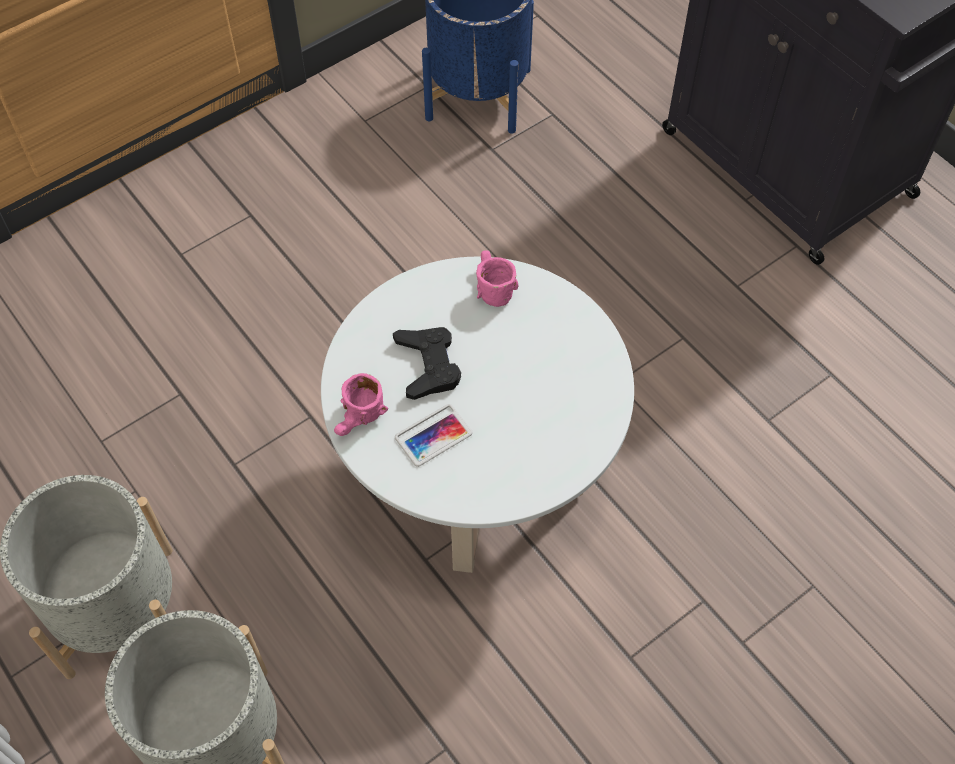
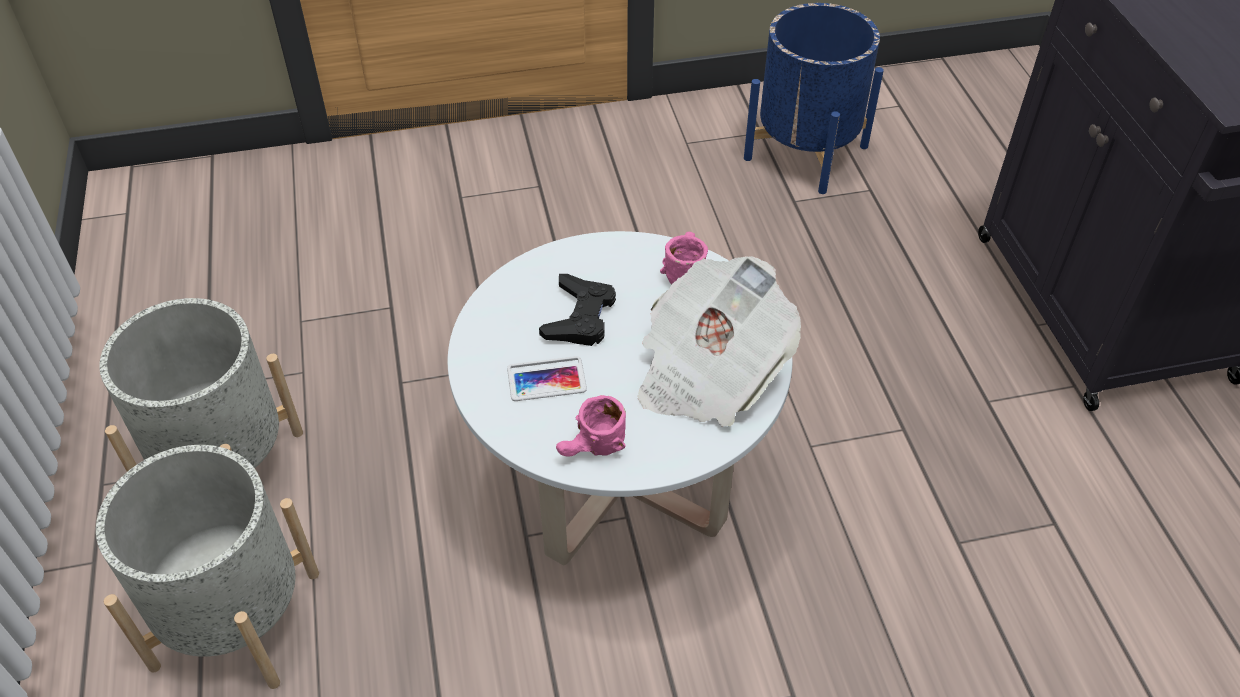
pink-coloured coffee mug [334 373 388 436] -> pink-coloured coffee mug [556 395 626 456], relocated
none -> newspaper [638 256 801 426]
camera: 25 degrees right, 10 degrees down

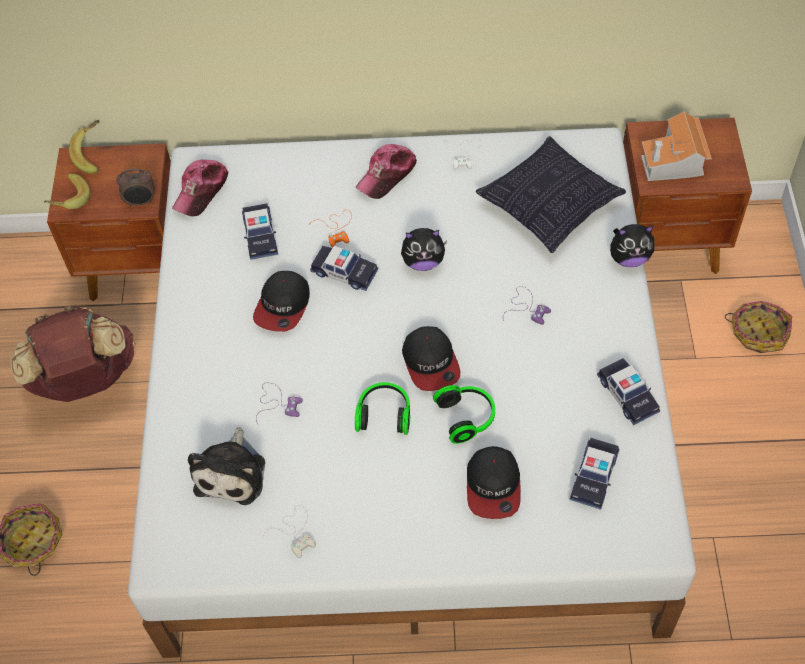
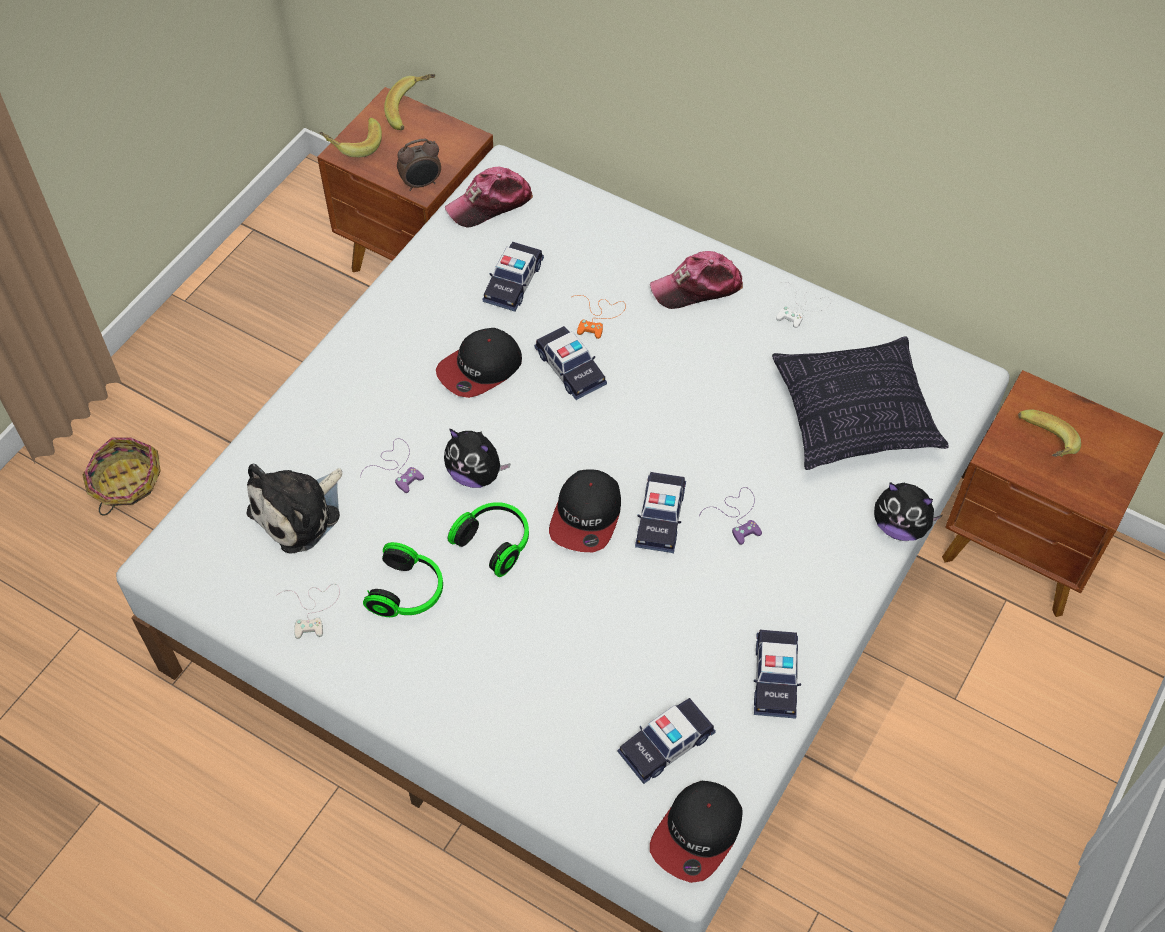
headphones [433 385 495 444] -> headphones [363 542 443 617], relocated
bedside clock [117 169 155 207] -> bedside clock [397 139 441 191], 45 degrees counterclockwise
soft toy [401 228 447 271] -> soft toy [444 428 511 488], relocated
none -> toy car [635 472 686 553]
cap [467 446 521 519] -> cap [650 781 742 883], relocated
model house [641 111 712 181] -> banana [1018 409 1081 457]
brown knapsack [10 305 136 402] -> none
basket [725 301 792 353] -> none
camera: 30 degrees right, 0 degrees up

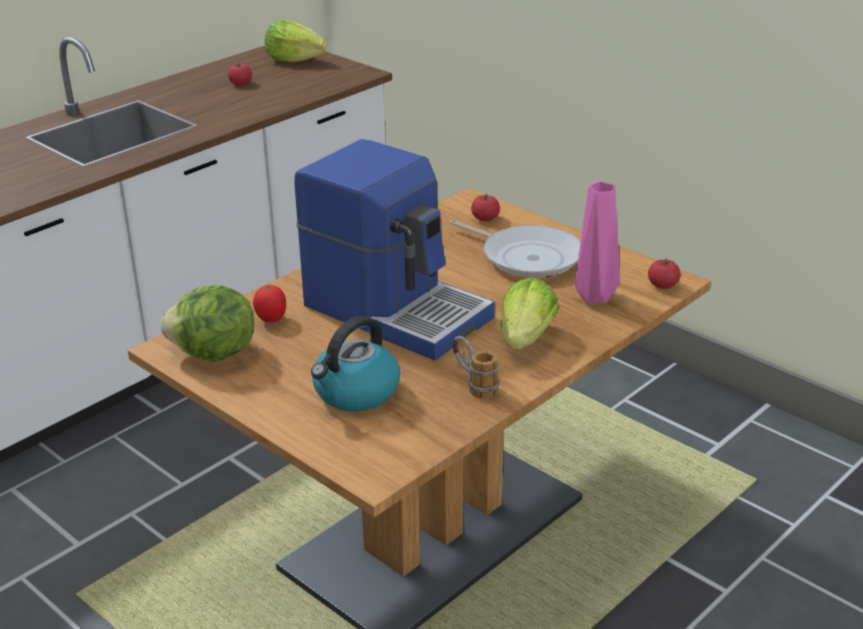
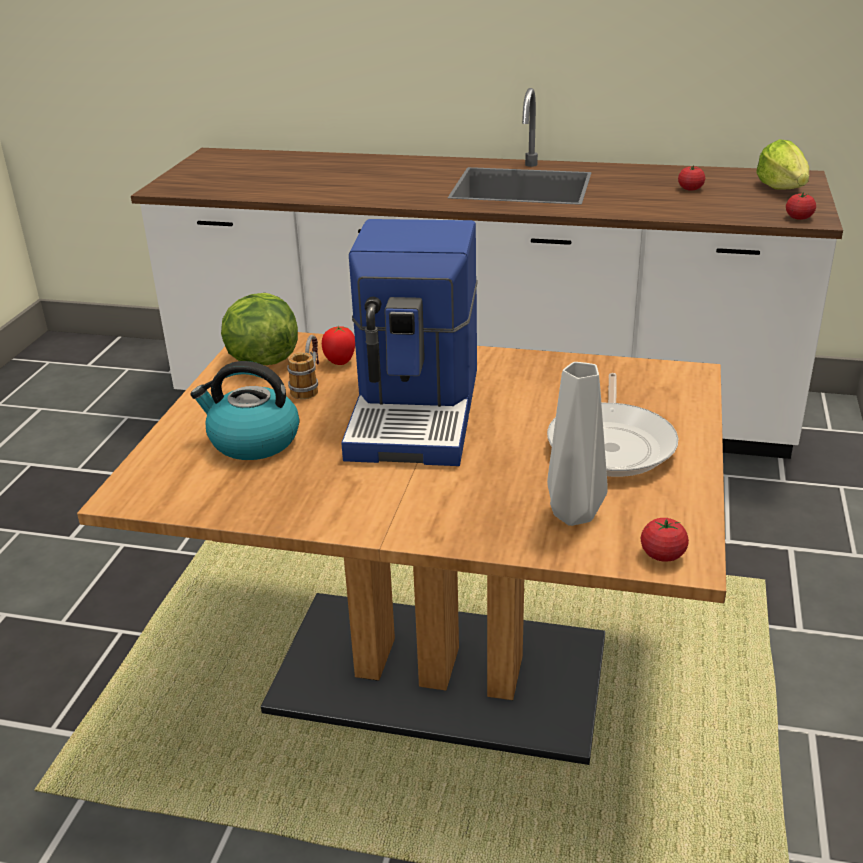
coffee mug [452 336 499 399] -> coffee mug [287 335 319 399], relocated
pink-coloured flower vase [575 181 620 304] -> grey flower vase [547 362 608 526]
fresh tomato [471 194 500 221] -> fresh tomato [786 193 816 220], relocated
lettuce head [500 277 559 350] -> none
camera: 60 degrees right, 0 degrees up

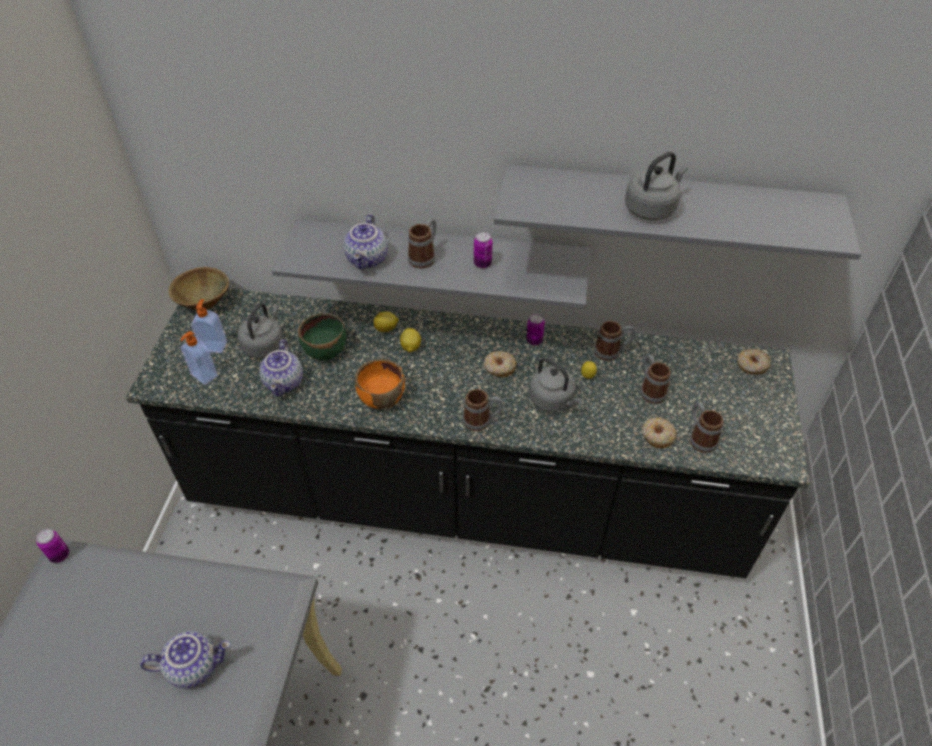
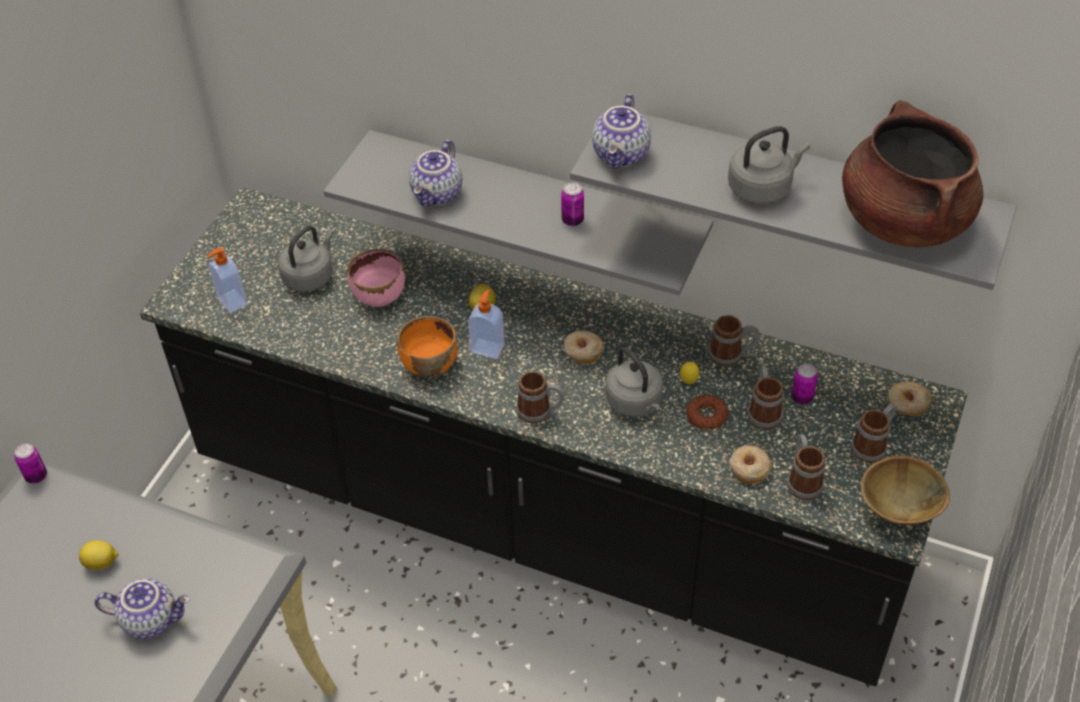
lemon [374 312 399 332] -> lemon [79 540 118 570], relocated
greenish deep dish [298 313 346 360] -> pink-coloured deep dish [347 249 406 307]
liquid soap bottle [191 299 227 353] -> liquid soap bottle [468 290 505 359], relocated
tea pot [259 339 303 396] -> tea pot [592 94 651 168], relocated
none -> donut [686 395 728 430]
metal can [526 314 545 345] -> metal can [791 364 818 405], relocated
none -> brown cooking pot [842 100 983 248]
coffee mug [408 219 437 269] -> coffee mug [851 404 896 463], relocated
brown deep dish [168 267 229 310] -> brown deep dish [861 456 950 525], relocated
camera: 15 degrees right, 0 degrees up

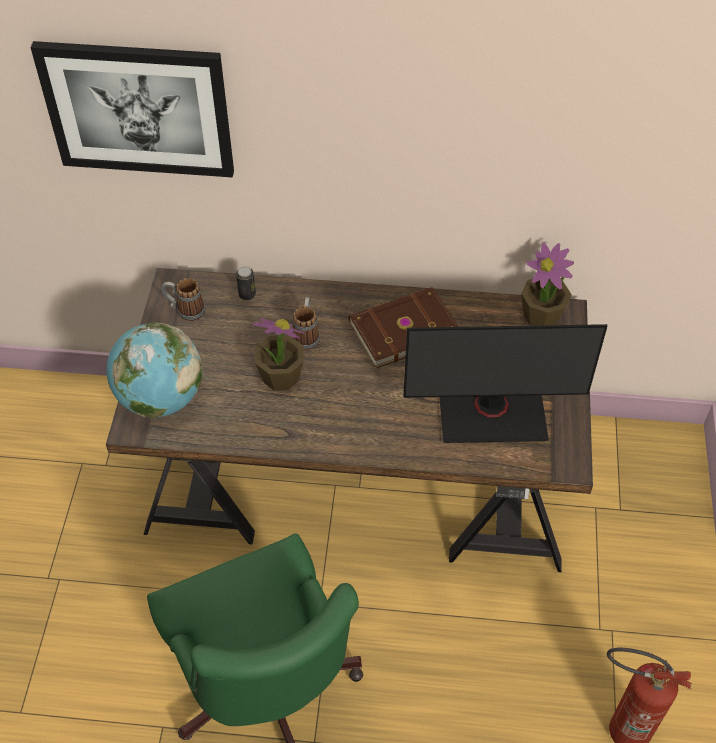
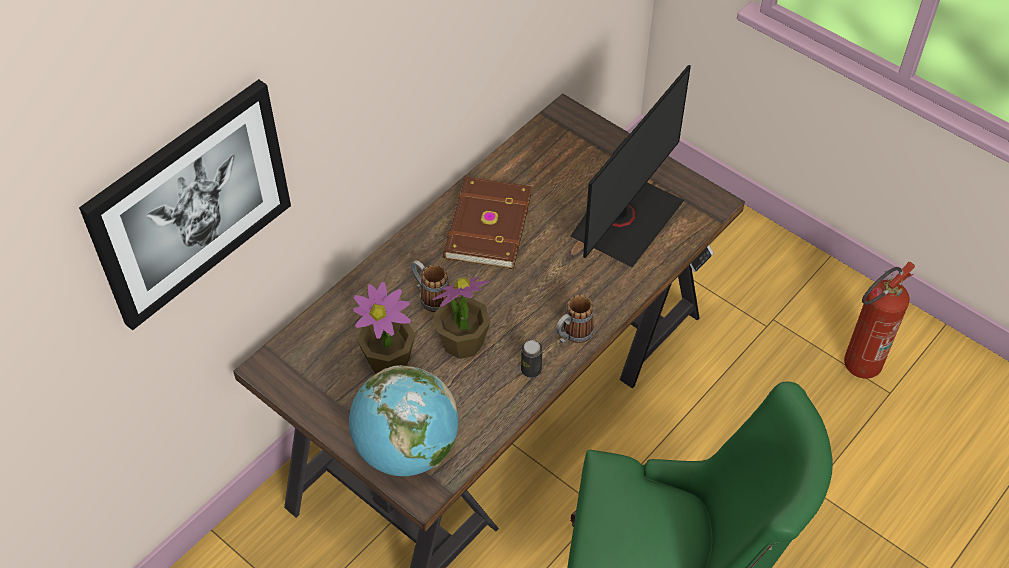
houseplant [521 243 574 326] -> houseplant [353 282 415 374], relocated
metal can [236 266 256 300] -> metal can [521 340 542 378], relocated
coffee mug [162 278 205 321] -> coffee mug [556 295 594 344], relocated
camera: 55 degrees left, 0 degrees up

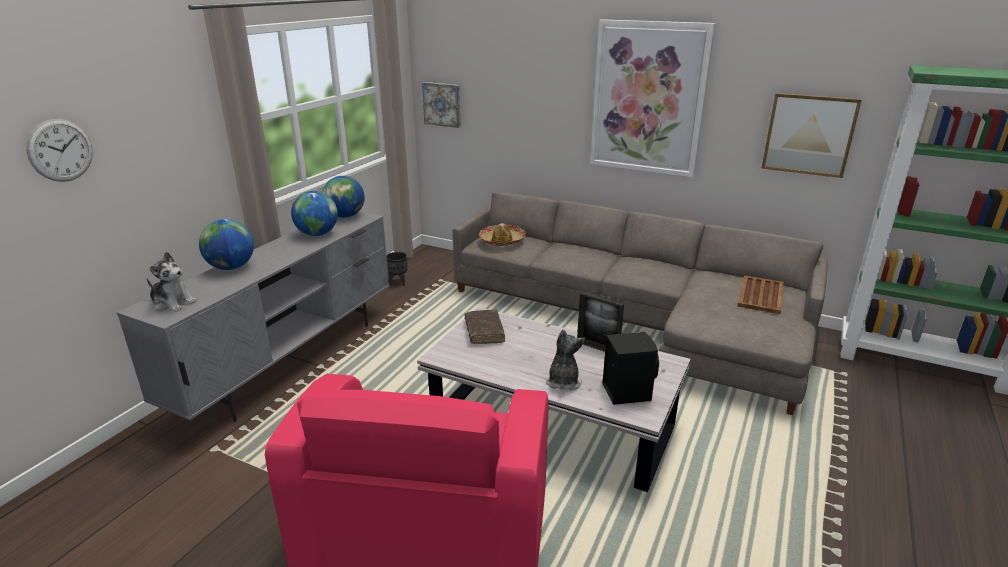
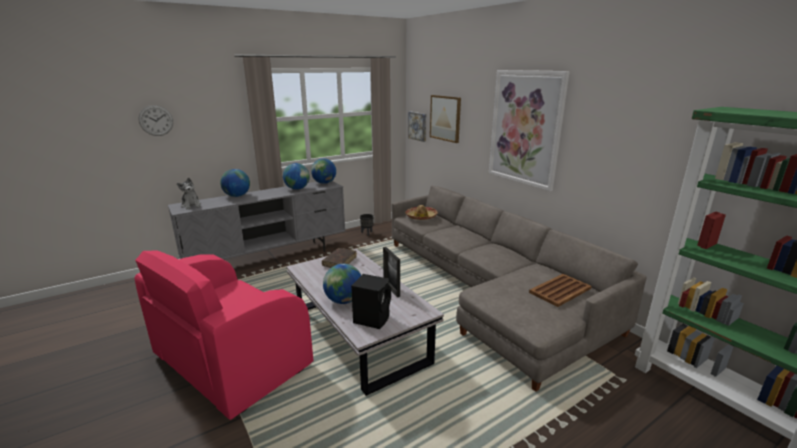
soft toy [546 329 585 390] -> globe [323 264 361 304]
wall art [761 93 862 178] -> wall art [430 95 461 143], relocated
camera: 30 degrees right, 5 degrees down

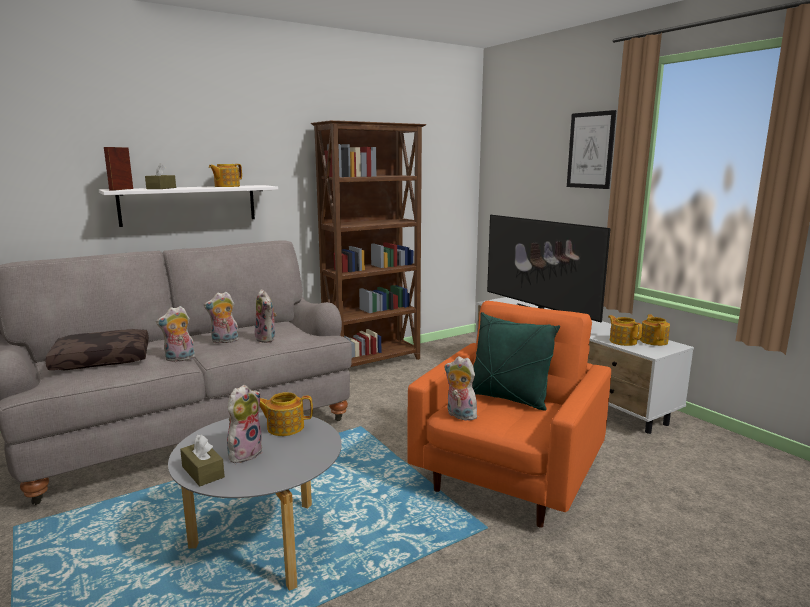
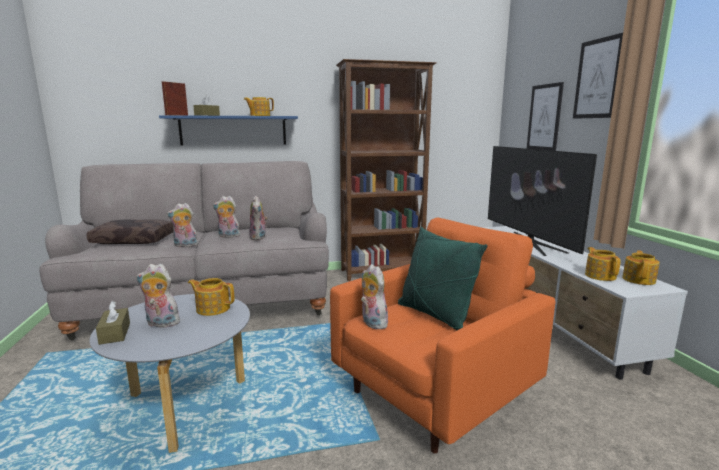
soft toy [227 385 263 463] -> soft toy [136 264 180 327], 135 degrees counterclockwise
whitish shelf [99 185 278 227] -> blue shelf [159 115 298 145]
none -> wall art [527 82 564 151]
camera: 20 degrees right, 0 degrees up

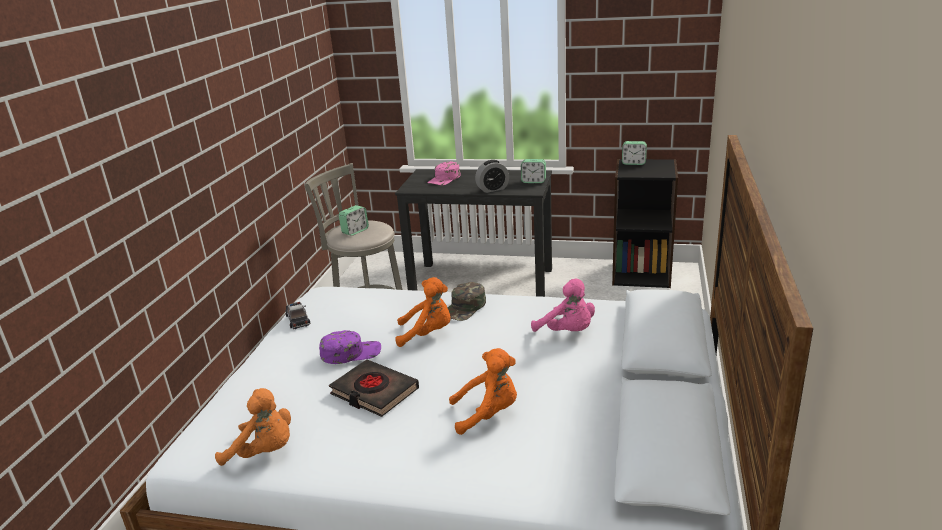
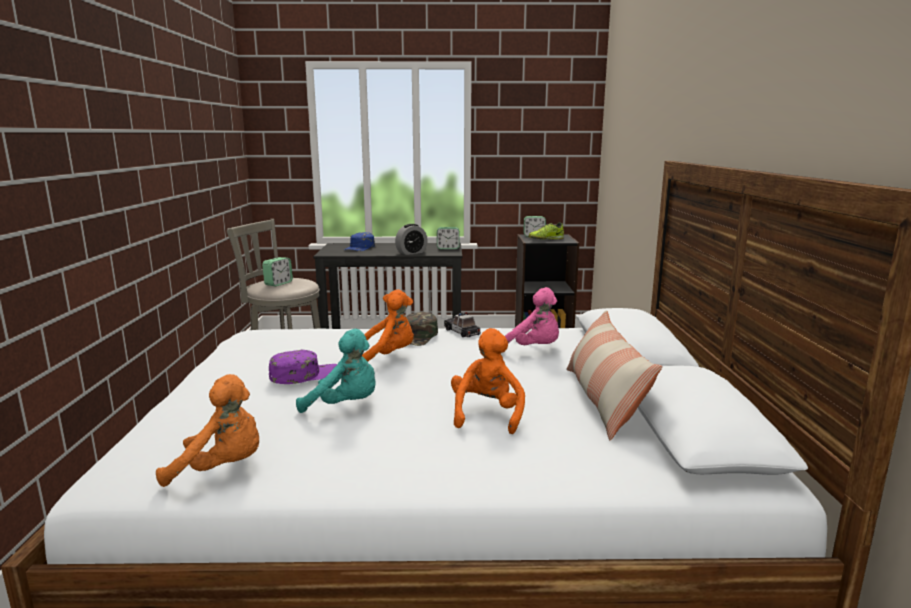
black-coloured volume [329 359 419 417] -> blue-green soft toy [296 329 375 413]
pink-coloured cap [427 161 460 185] -> blue cap [344 232 375 251]
toy car [285 302 310 329] -> toy car [444 312 481 337], relocated
orangey soft toy [449 348 517 435] -> orangey soft toy [451 328 525 434], 60 degrees counterclockwise
none -> item of footwear [528 222 564 240]
none -> throw pillow [566 310 662 440]
camera: 15 degrees left, 10 degrees down

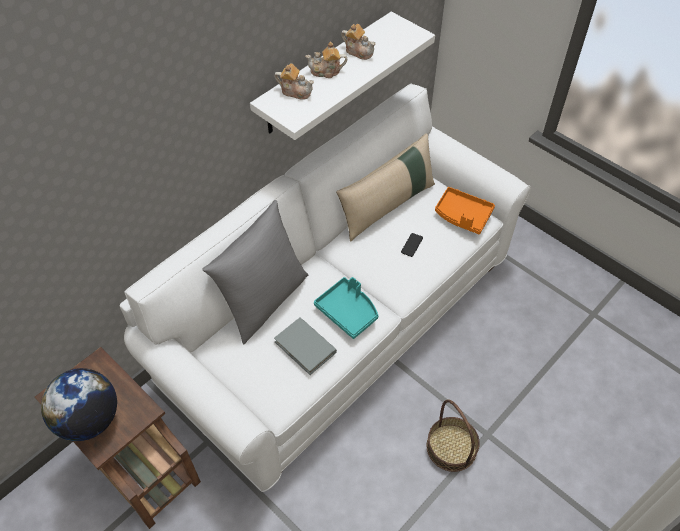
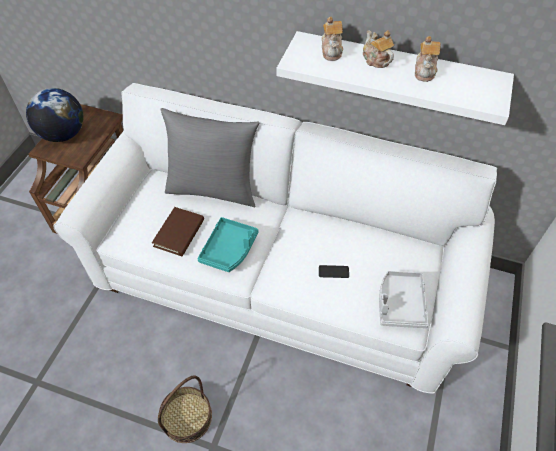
grey volume [274 318 337 375] -> brown volume [152 207 204 256]
orangey tray [435 187 495 234] -> grey tray [379 271 429 328]
sand-coloured throw pillow [336 133 435 241] -> none
camera: 65 degrees right, 0 degrees up

